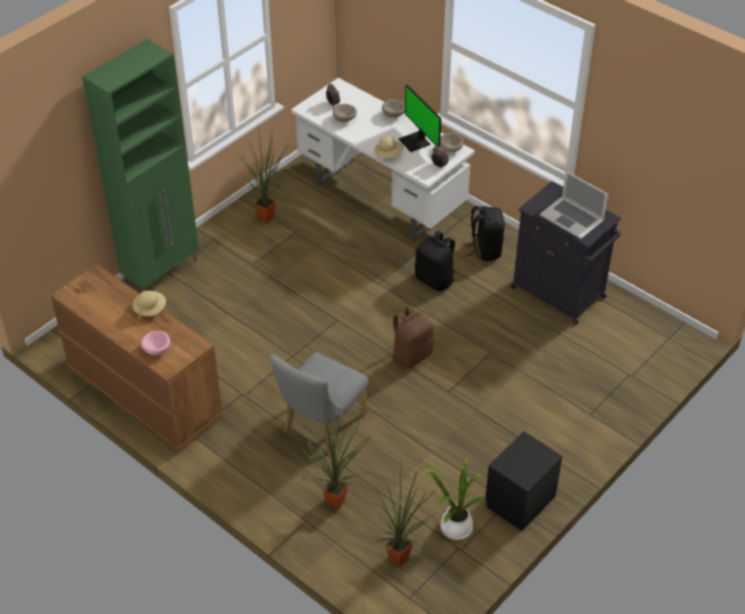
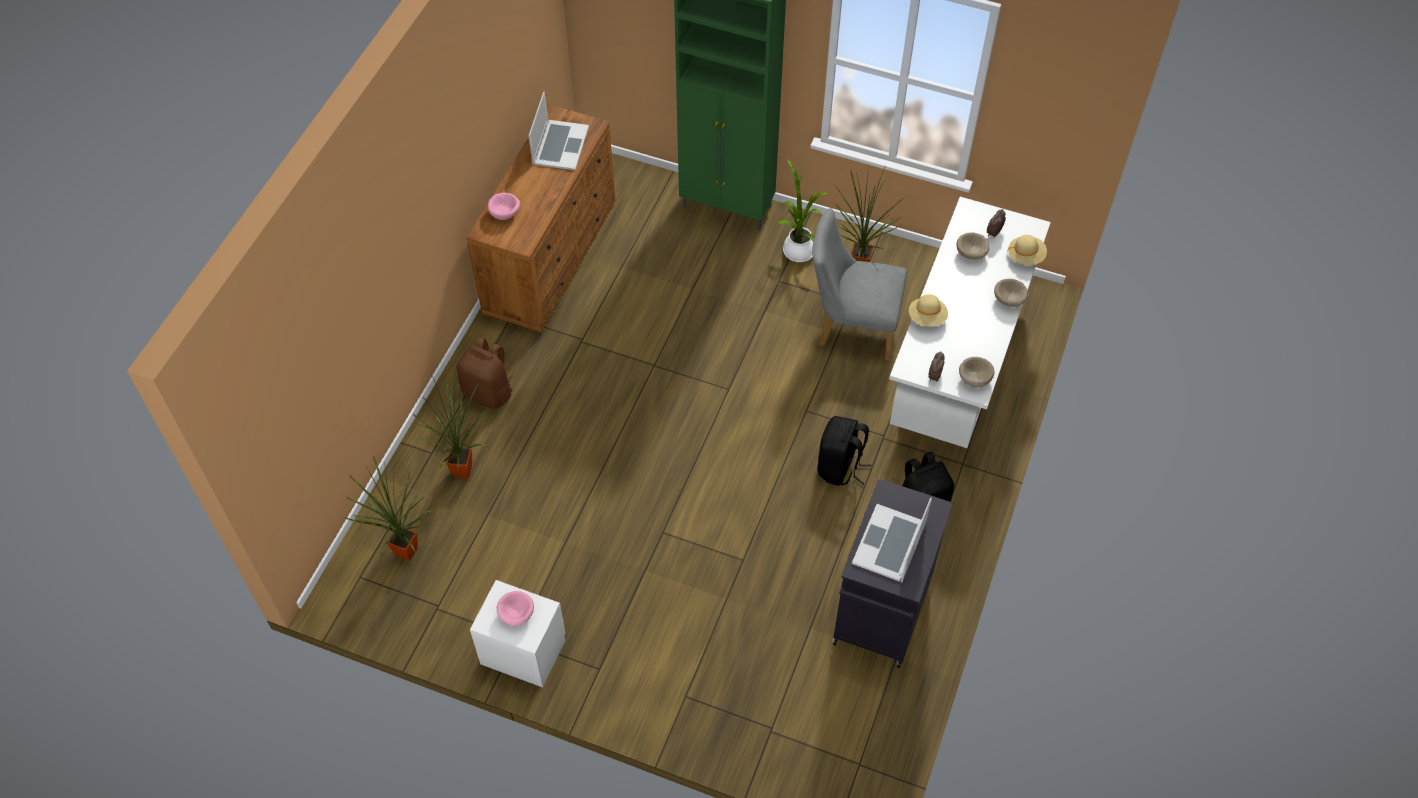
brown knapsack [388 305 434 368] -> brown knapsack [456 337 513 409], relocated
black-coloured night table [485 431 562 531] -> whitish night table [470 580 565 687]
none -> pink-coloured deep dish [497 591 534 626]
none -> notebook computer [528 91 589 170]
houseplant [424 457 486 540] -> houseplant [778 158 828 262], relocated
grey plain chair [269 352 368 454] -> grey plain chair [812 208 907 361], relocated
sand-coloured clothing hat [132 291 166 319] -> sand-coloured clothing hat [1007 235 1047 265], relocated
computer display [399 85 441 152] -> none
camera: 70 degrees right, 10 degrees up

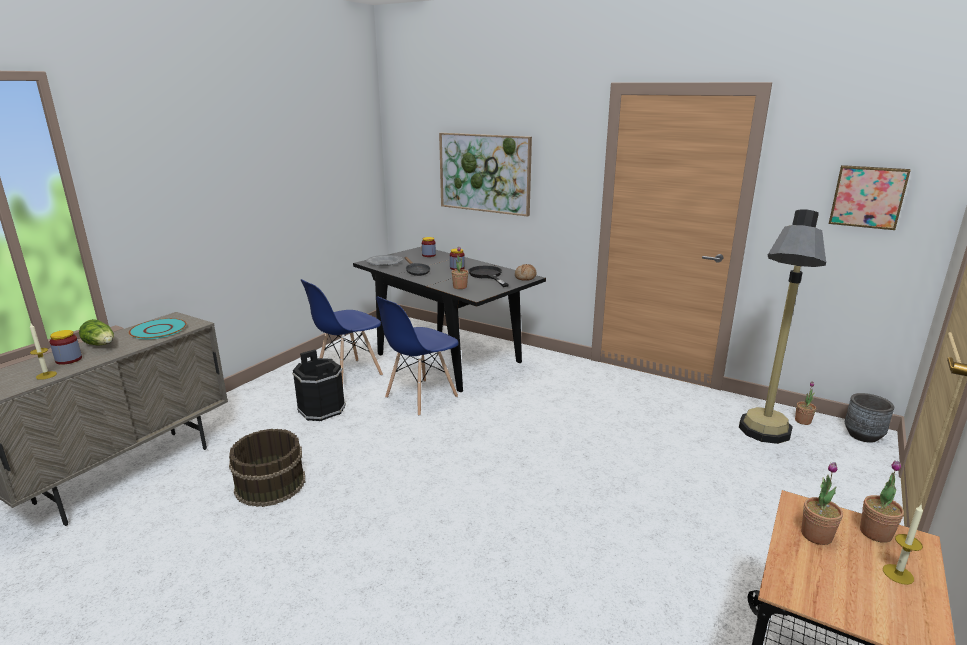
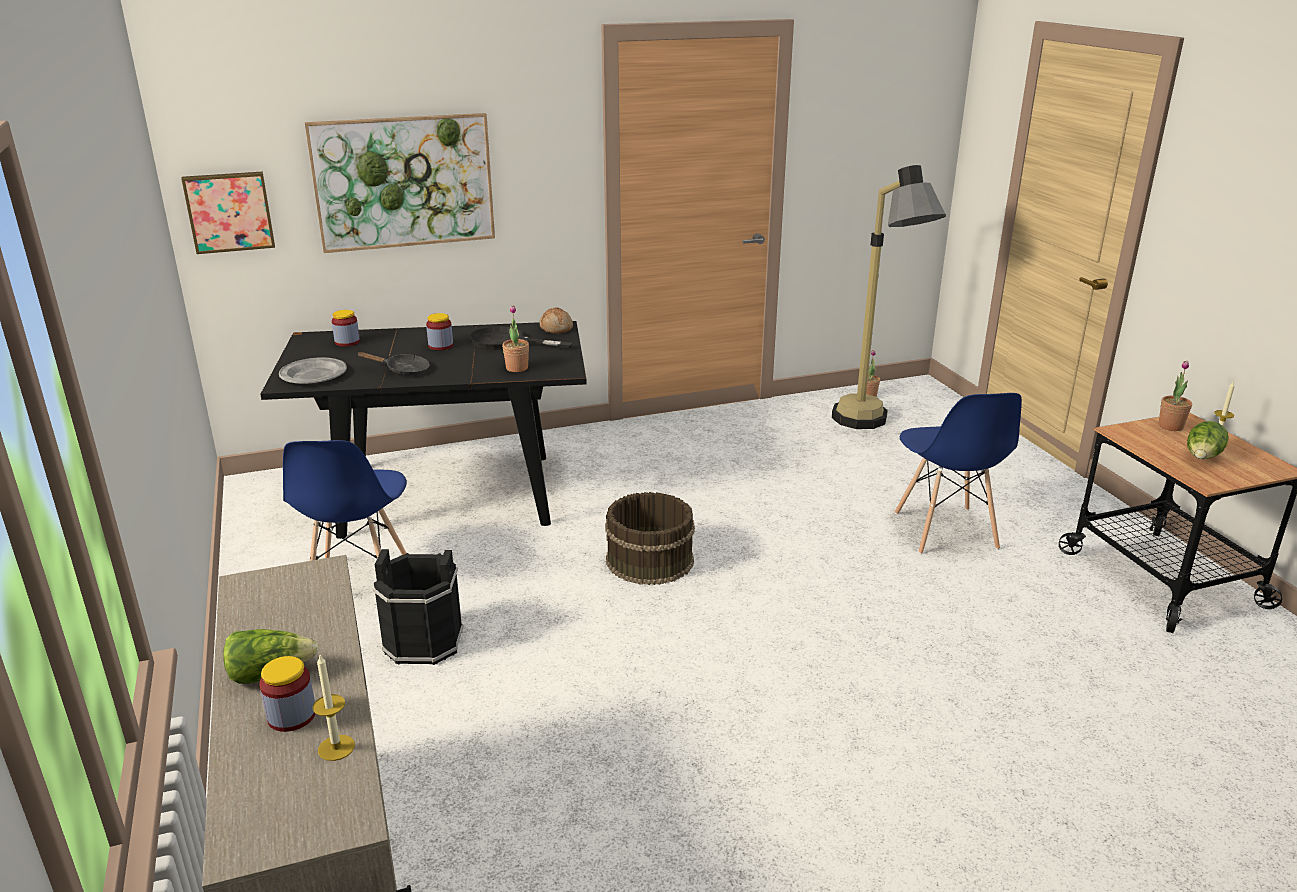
wall art [829 165 911 230] -> wall art [181 171 275 254], relocated
brown pail [229 429 305 507] -> brown pail [605 492 695 585], relocated
blue plain chair [376 296 459 416] -> blue plain chair [895 393 1022 554], relocated
none -> lettuce head [1187 421 1229 459]
blue-green dinner plate [129 318 187 339] -> none
houseplant [801 462 843 545] -> none
grey plant pot [845 393 894 443] -> none
camera: 50 degrees left, 5 degrees up

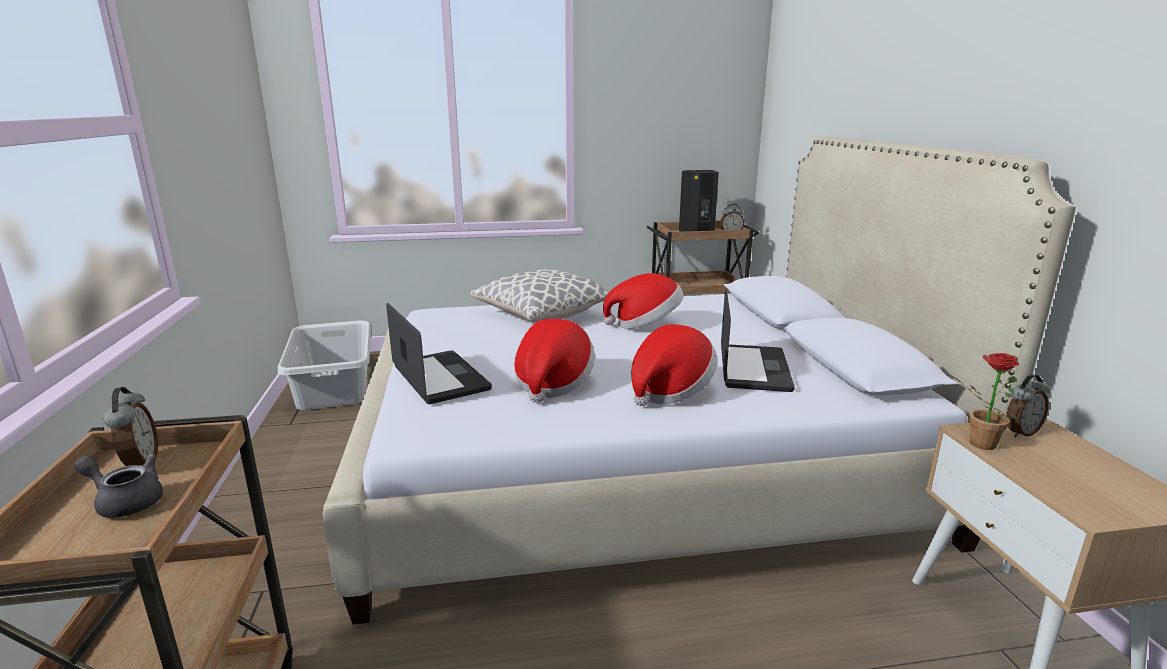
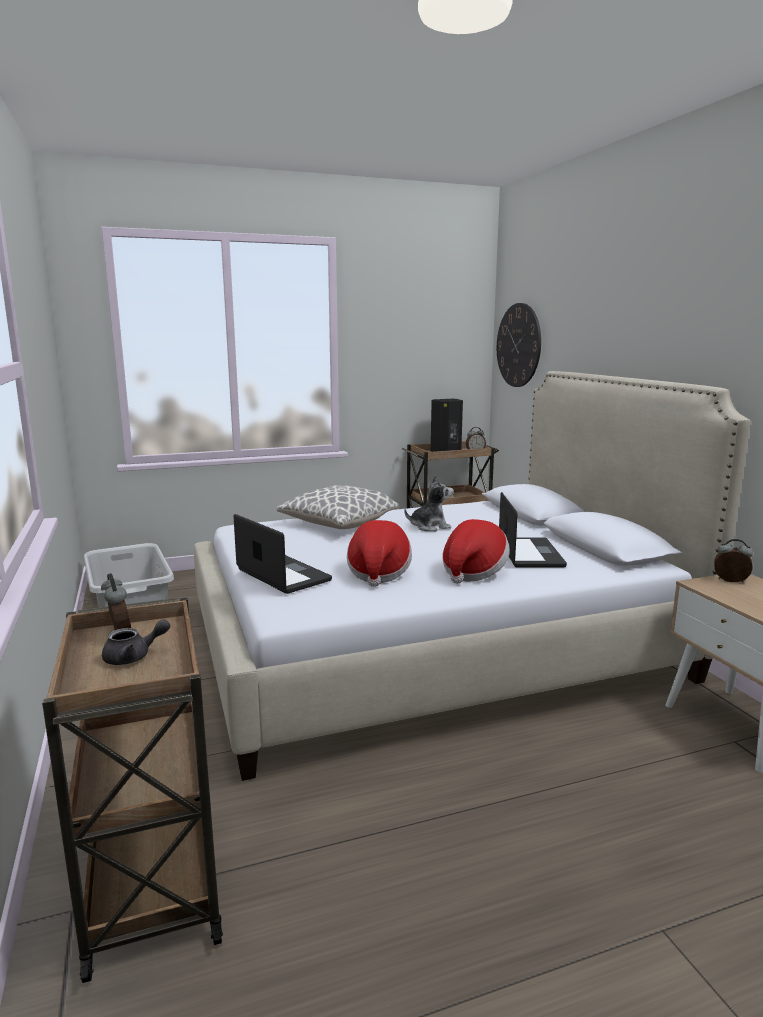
grey tea pot [74 454 163 518] -> grey tea pot [102 619 170 665], 150 degrees clockwise
clothing hat [603 273 684 329] -> soft toy [404 475 454 531]
none -> wall clock [497 303 541 387]
bedside clock [1006 374 1050 437] -> bedside clock [714 539 753 582], 120 degrees counterclockwise
houseplant [952 353 1019 450] -> none
camera: 10 degrees left, 5 degrees down

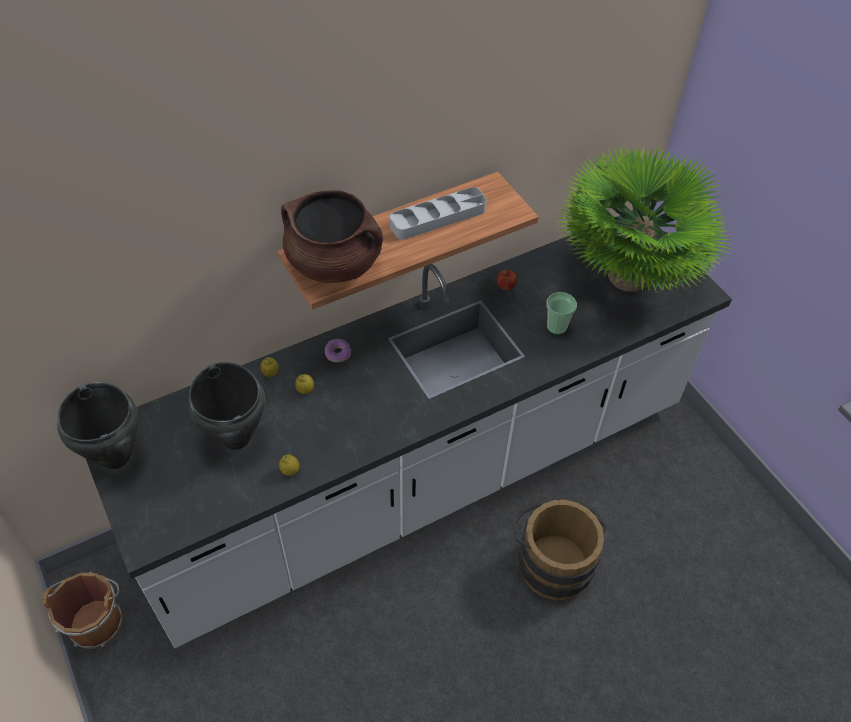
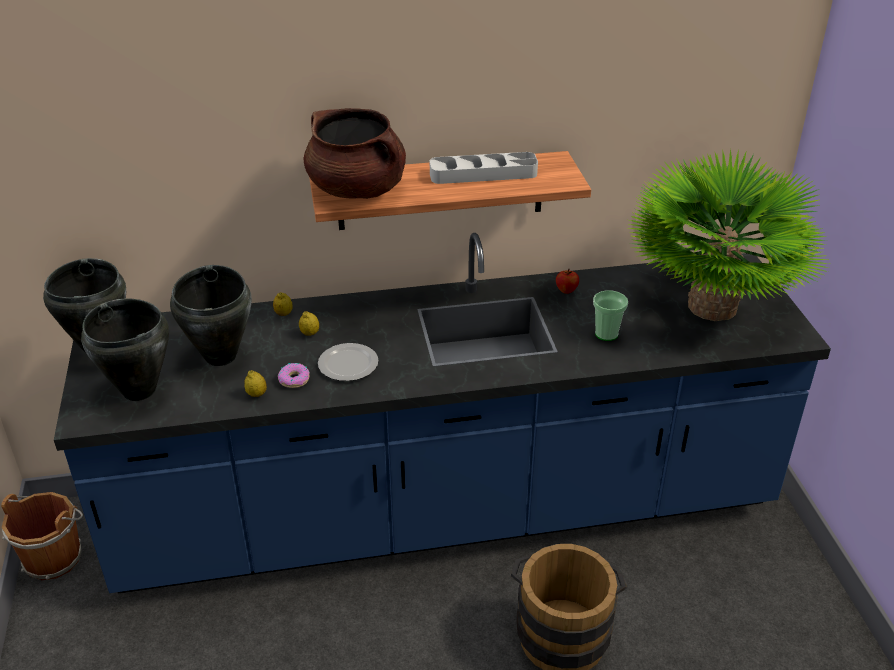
whitish kitchen base unit [86 210 732 648] -> blue kitchen base unit [54 233 831 593]
none -> black-coloured cooking pot [81 298 169 401]
donut [325 339 351 362] -> donut [278 363 310 388], relocated
none -> dinner plate [318 343 379 381]
camera: 20 degrees right, 15 degrees down

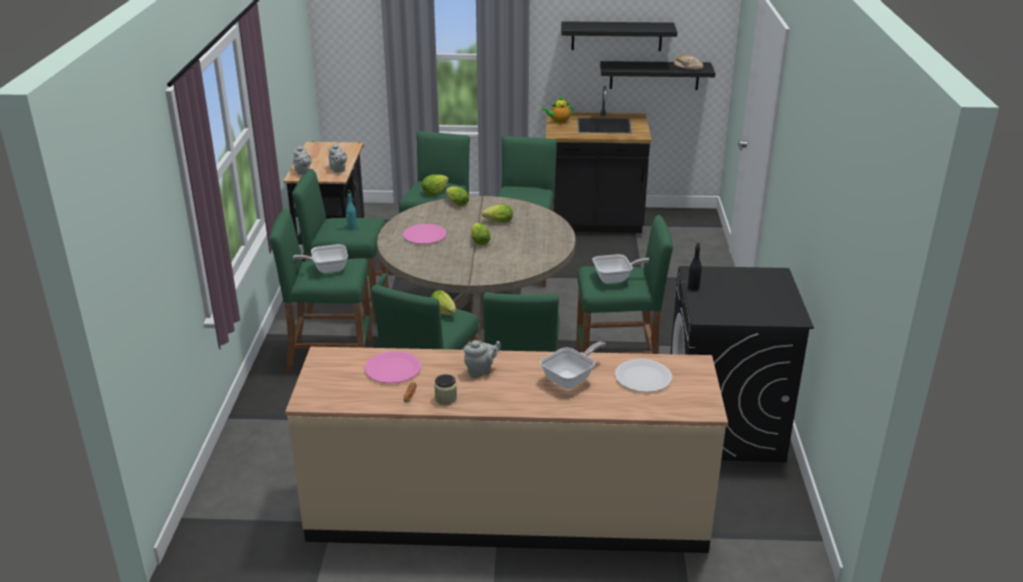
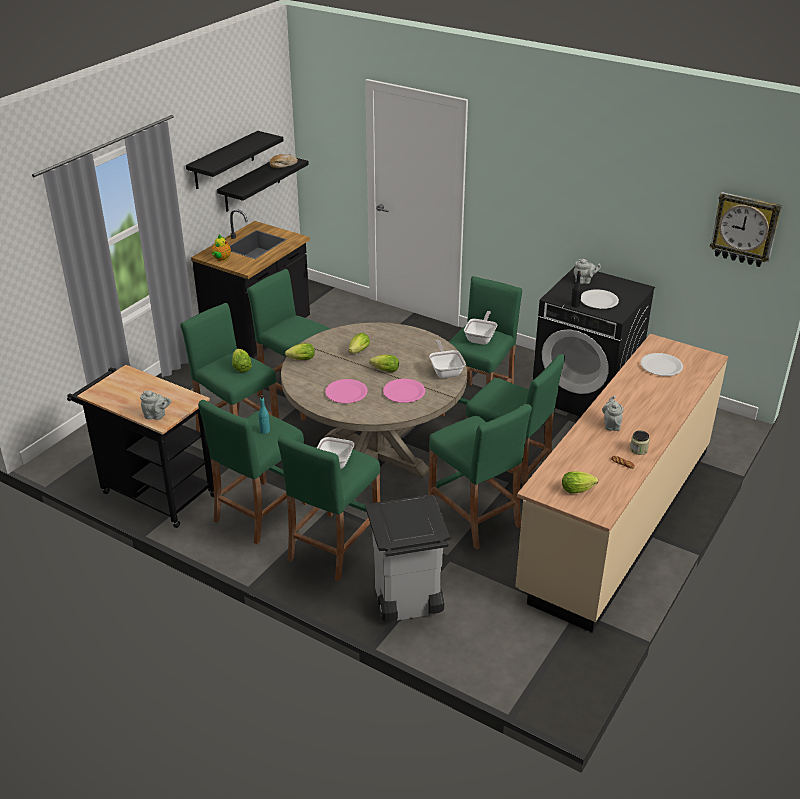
none -> grey rubbish bin [366 495 450 621]
pink-coloured dinner plate [365 351 421 383] -> pink-coloured dinner plate [383 379 425 403], relocated
frying pan [540 341 606 389] -> frying pan [429 340 465 378], relocated
lettuce head [431 290 456 315] -> lettuce head [562 471 598 493], relocated
grey tea pot [328 143 347 172] -> grey tea pot [574 259 601 284], relocated
none -> whitish dinner plate [581 289 619 309]
none -> wall clock [710 192 782 267]
camera: 60 degrees left, 5 degrees up

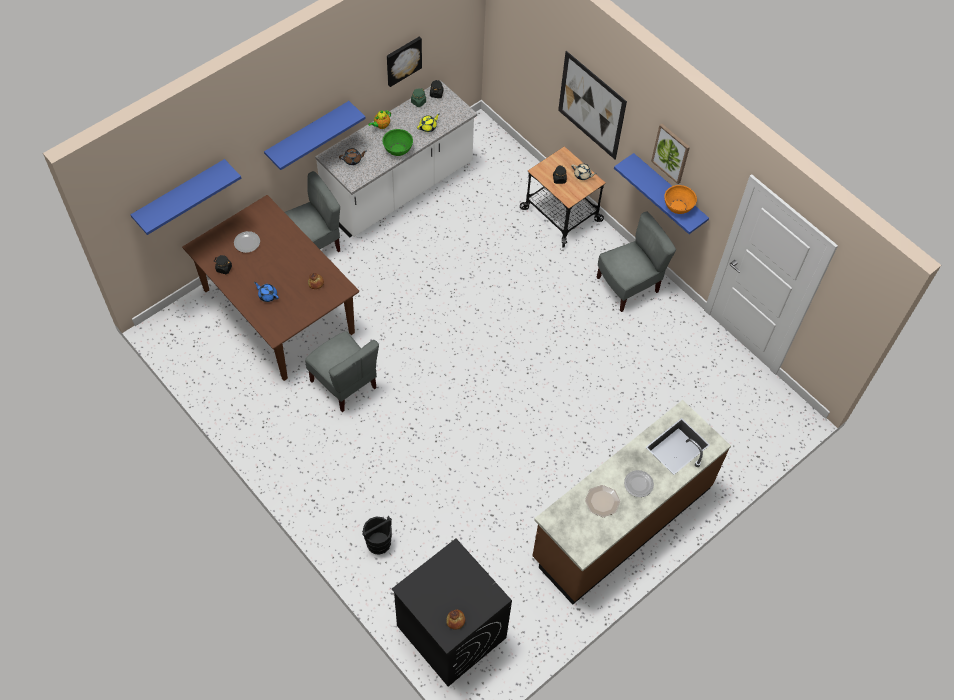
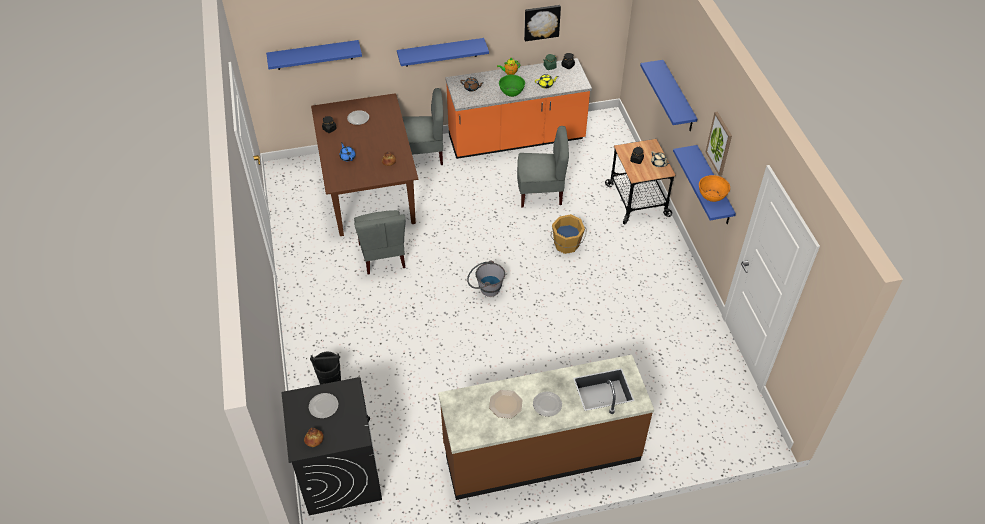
none -> dinner plate [309 393 338 418]
whitish kitchen base unit [315 80 477 238] -> orangey kitchen base unit [445 58 592 159]
none -> grey pail [467 260 505 297]
grey plain chair [597 211 676 312] -> grey plain chair [517 126 569 208], relocated
none -> orangey pail [551 214 587 254]
wall art [558 51 627 159] -> blue shelf [640 60 697 131]
camera: 30 degrees right, 10 degrees down

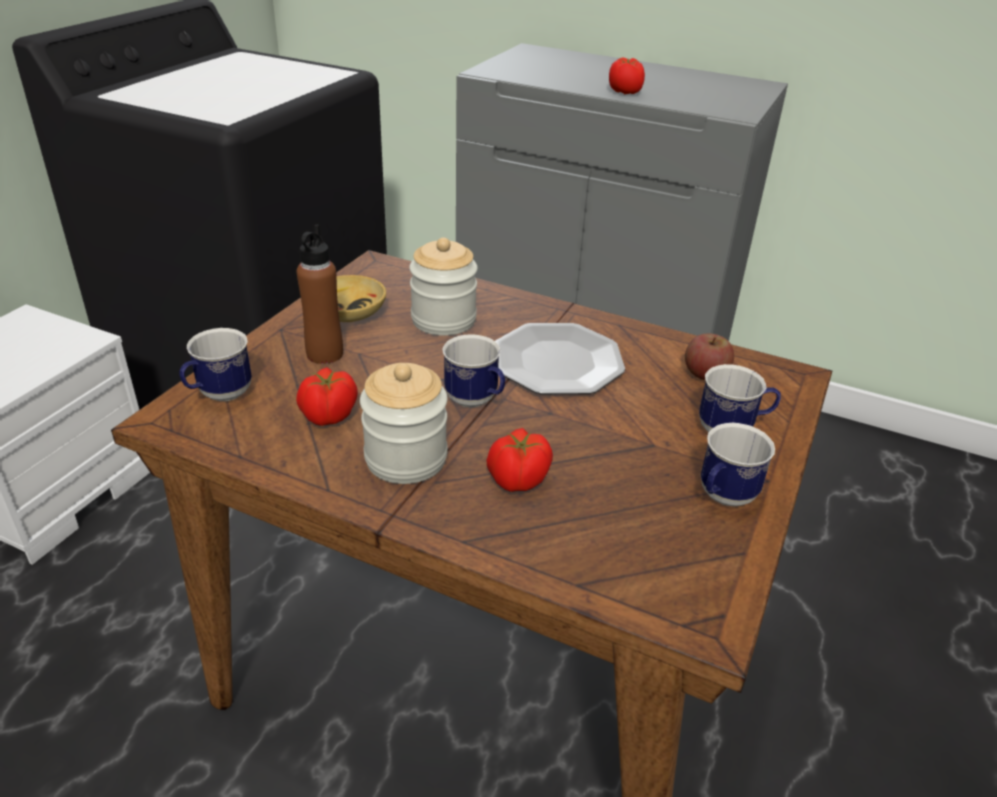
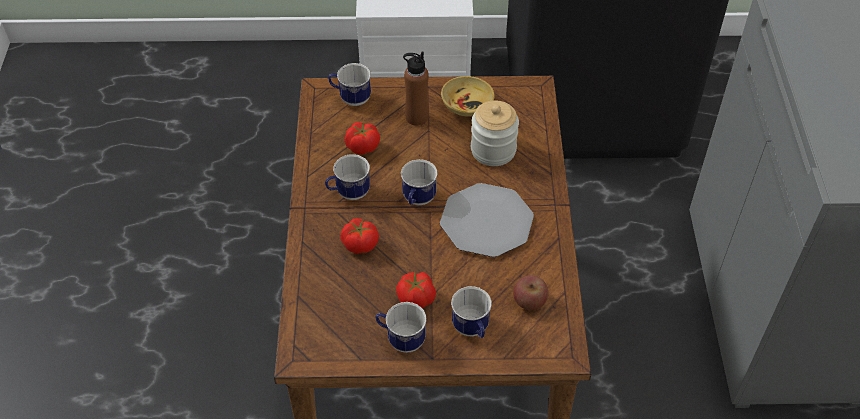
storage jar [360 363 448 484] -> coffee mug [325 154 370 200]
fresh tomato [609 58 645 94] -> fresh tomato [396 271 436 308], relocated
camera: 65 degrees right, 15 degrees up

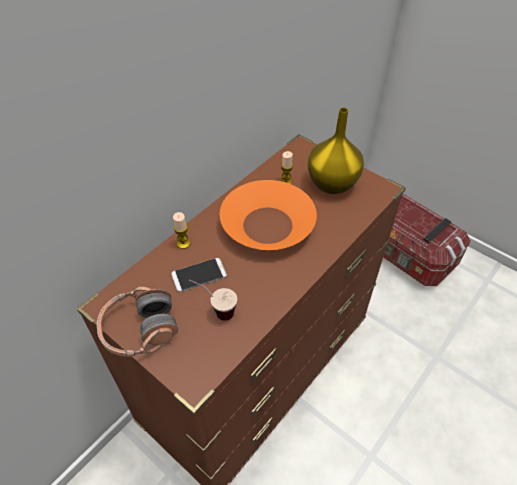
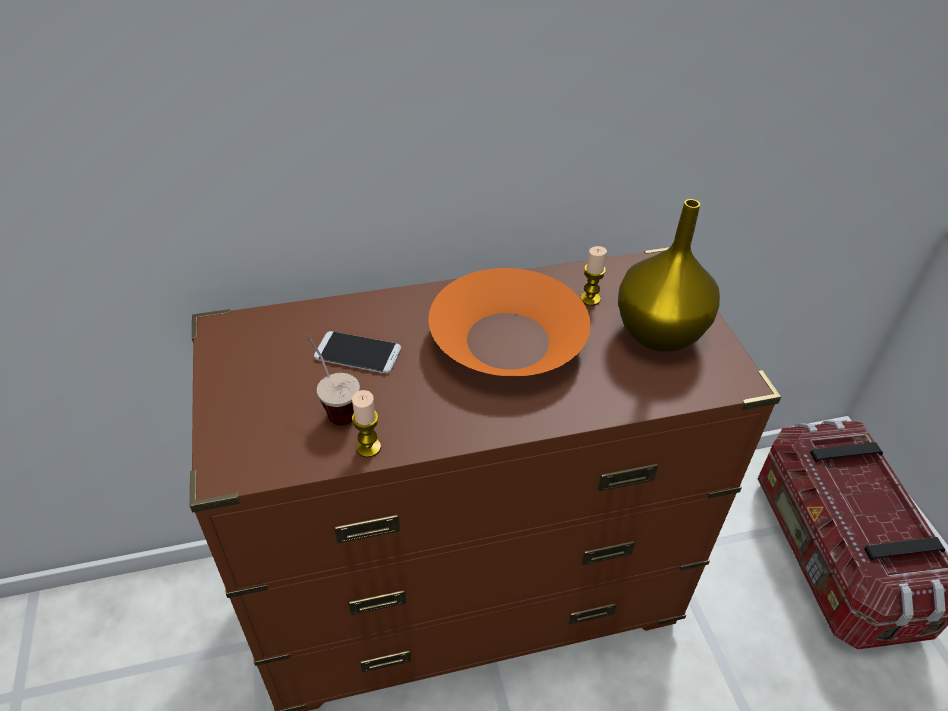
wax light [173 212 190 249] -> wax light [352 390 381 458], relocated
headphones [97 287 178 357] -> none
camera: 35 degrees right, 5 degrees down

